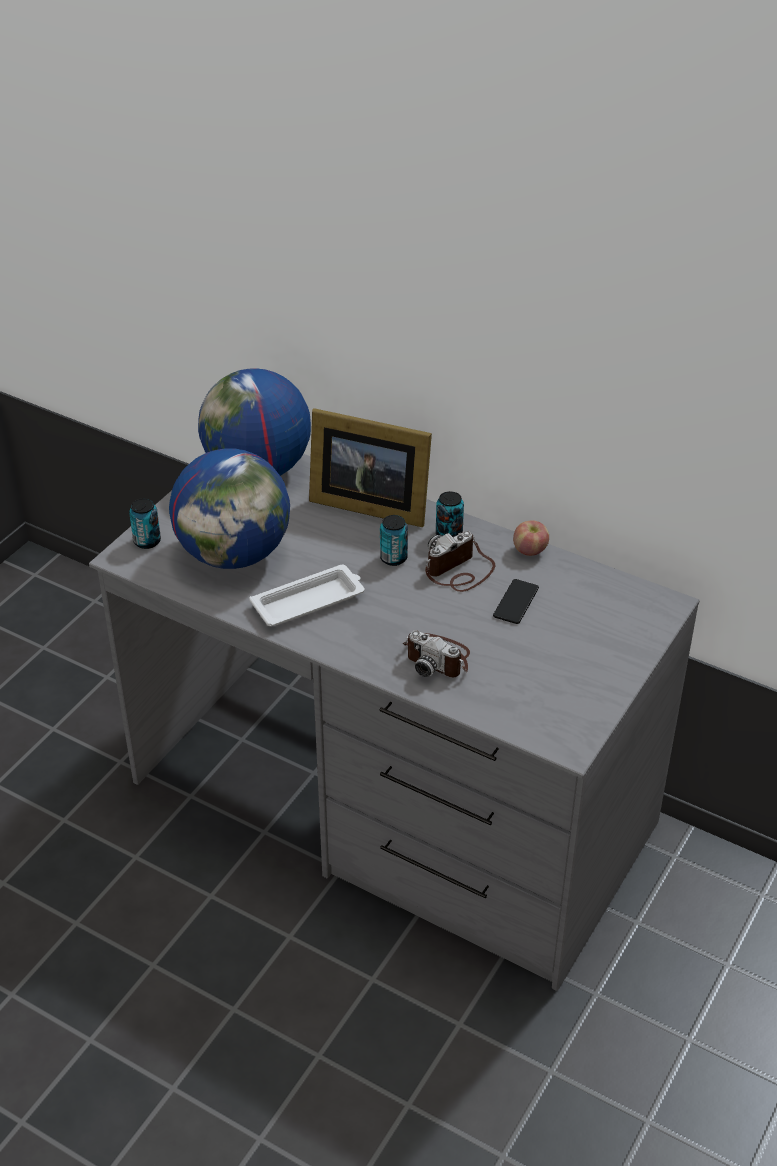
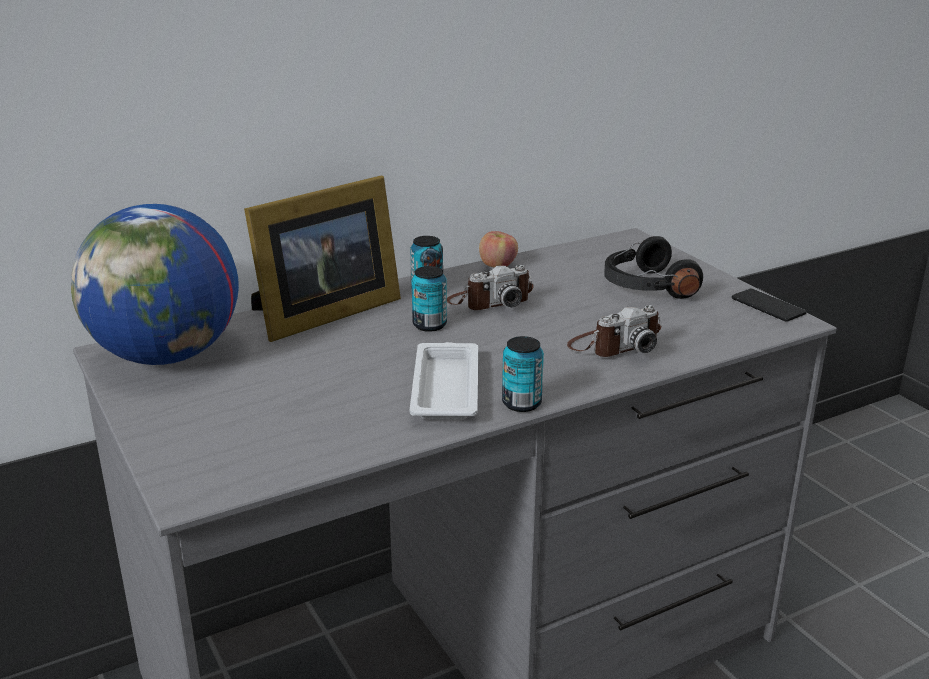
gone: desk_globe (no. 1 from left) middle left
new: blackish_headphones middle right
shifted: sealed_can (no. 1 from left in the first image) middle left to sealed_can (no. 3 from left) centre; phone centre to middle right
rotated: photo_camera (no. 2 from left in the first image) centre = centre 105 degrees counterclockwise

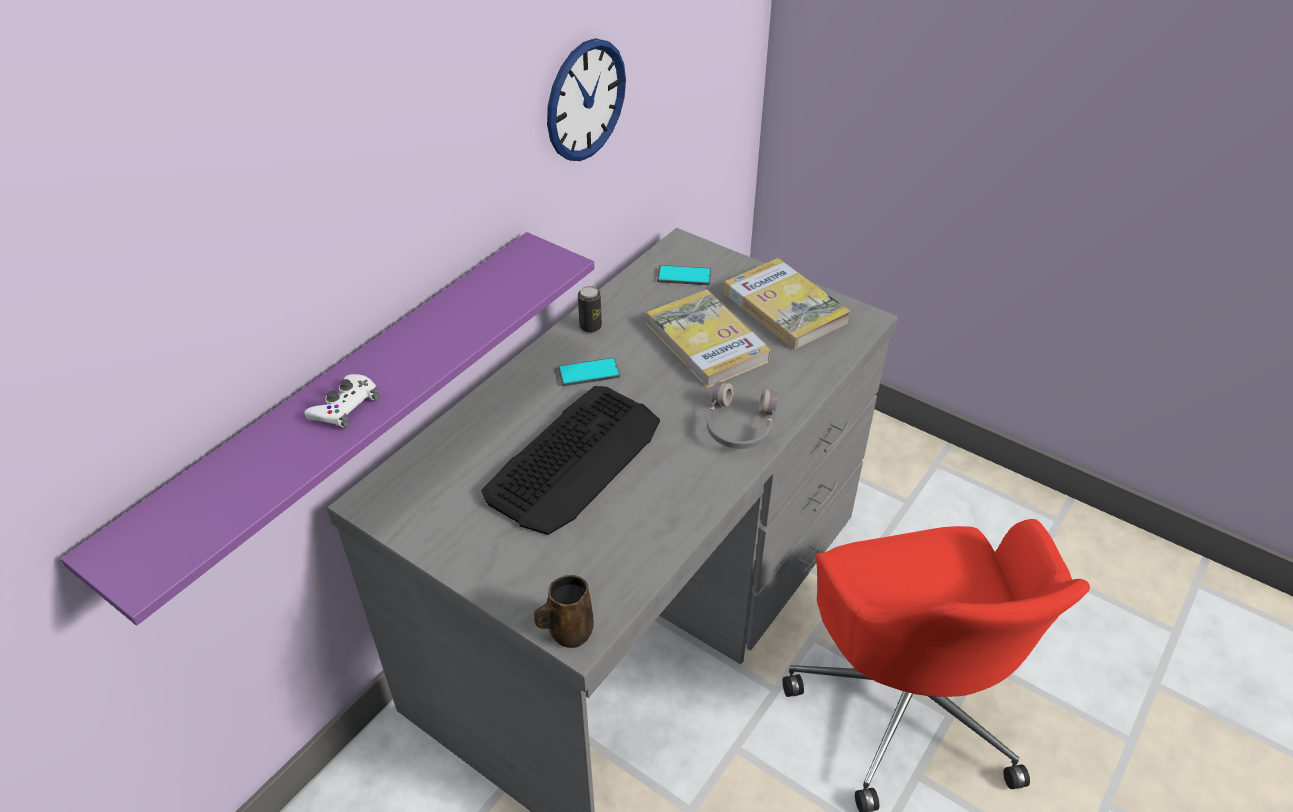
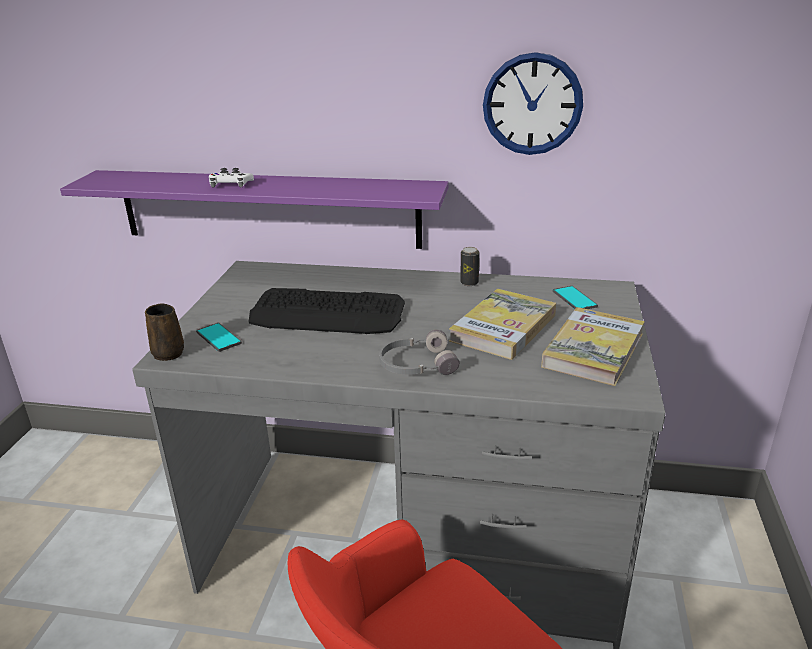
shifted: phone (no. 1 from left) centre to middle left

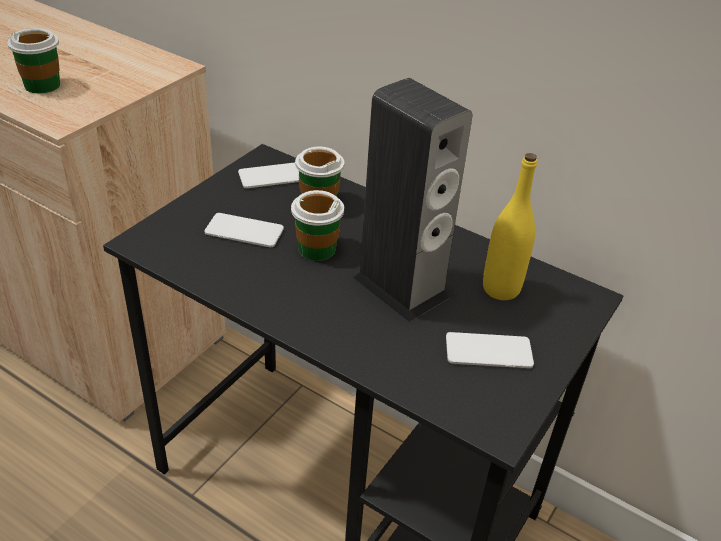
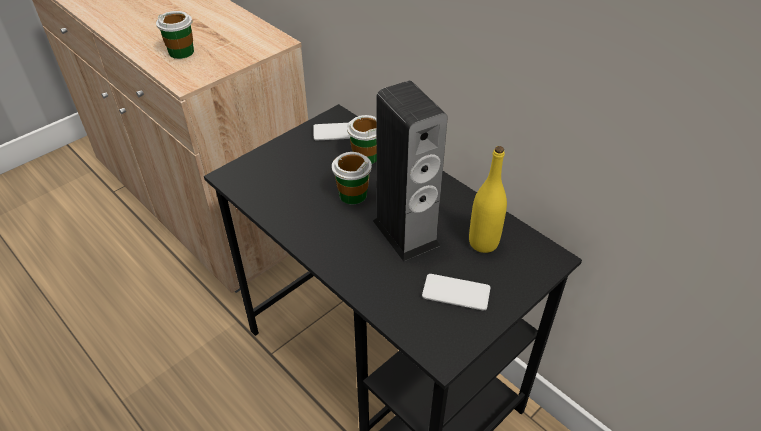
gone: phone (no. 1 from left) centre

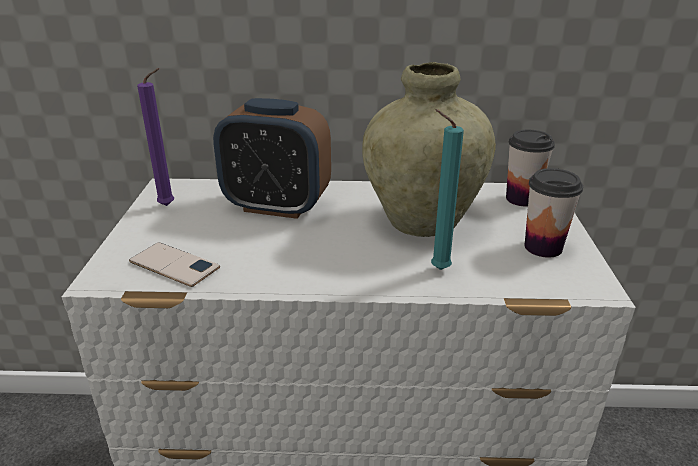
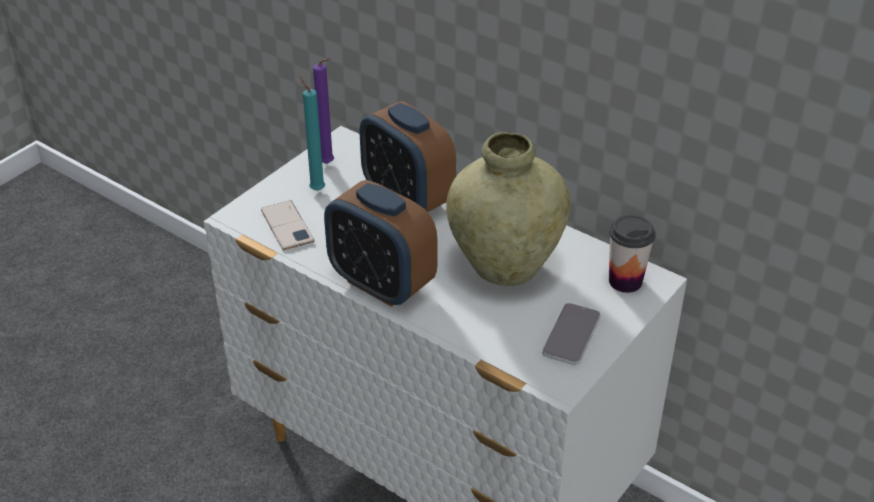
new: table_clock (no. 1 from left) centre
shifted: turquoise-coloured_wax_candle centre to top centre
swapped: drinking_cup (no. 2 from left) middle right to phone (no. 2 from left) centre

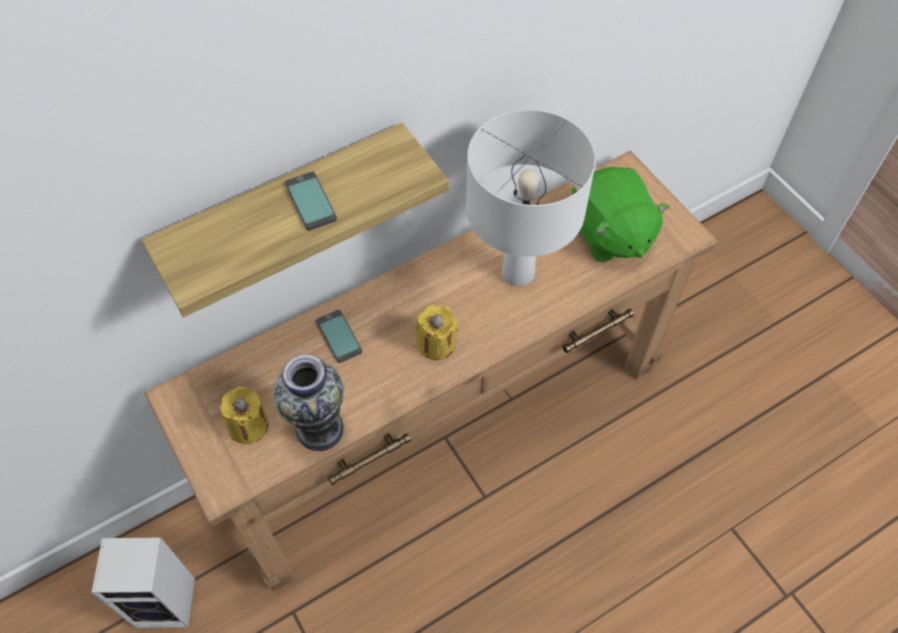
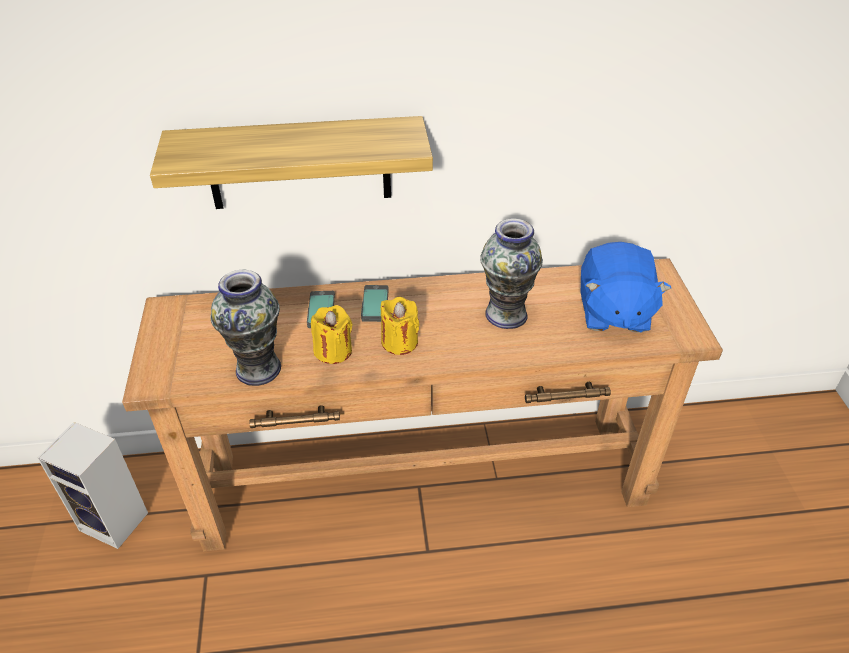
shifted: phone (no. 1 from left in the first image) top centre to phone (no. 2 from left) centre; yellow-coloured_wax_candle (no. 1 from left) middle left to centre
swapped: white_lamp_for_a_table top centre to vase (no. 2 from left) centre
repainted: green-coloured_soft_toy middle right to blue_soft_toy middle right

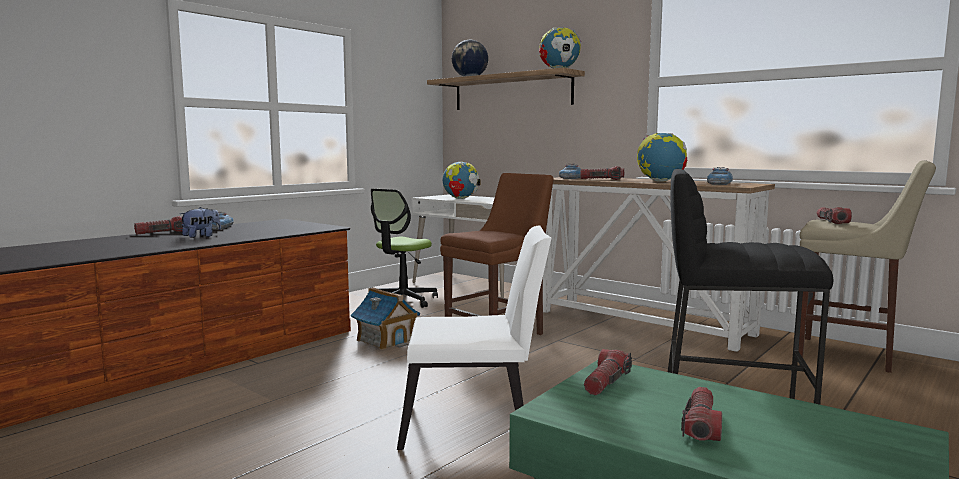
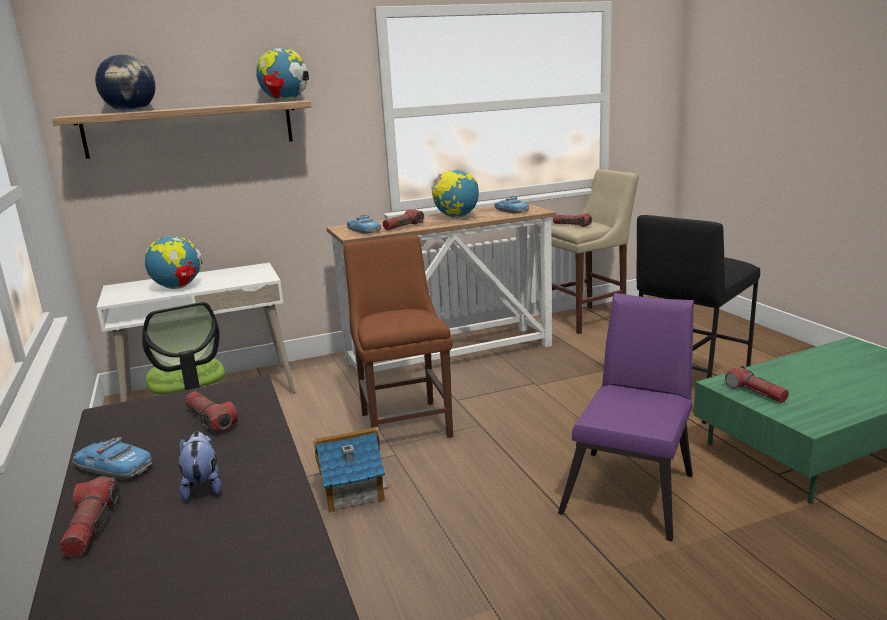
shifted: hand_torch (no. 4 from left in the first image) bottom right to hand_torch (no. 2 from left) middle left
repainted: white_plain_chair bottom centre to purplish_plain_chair bottom right

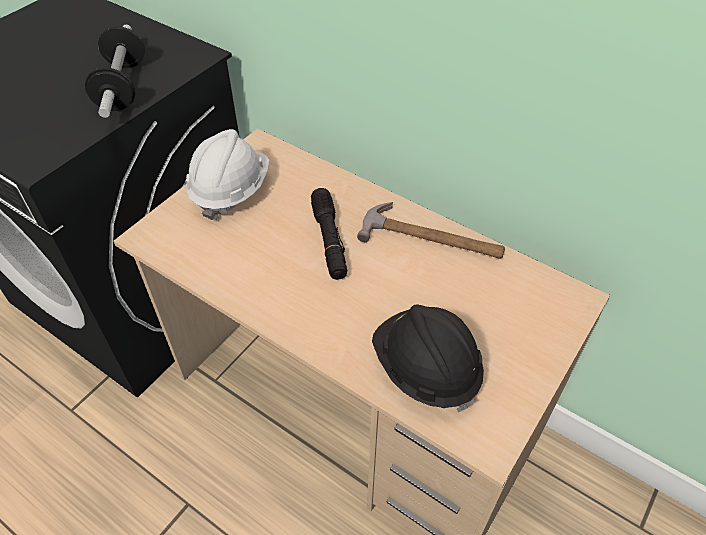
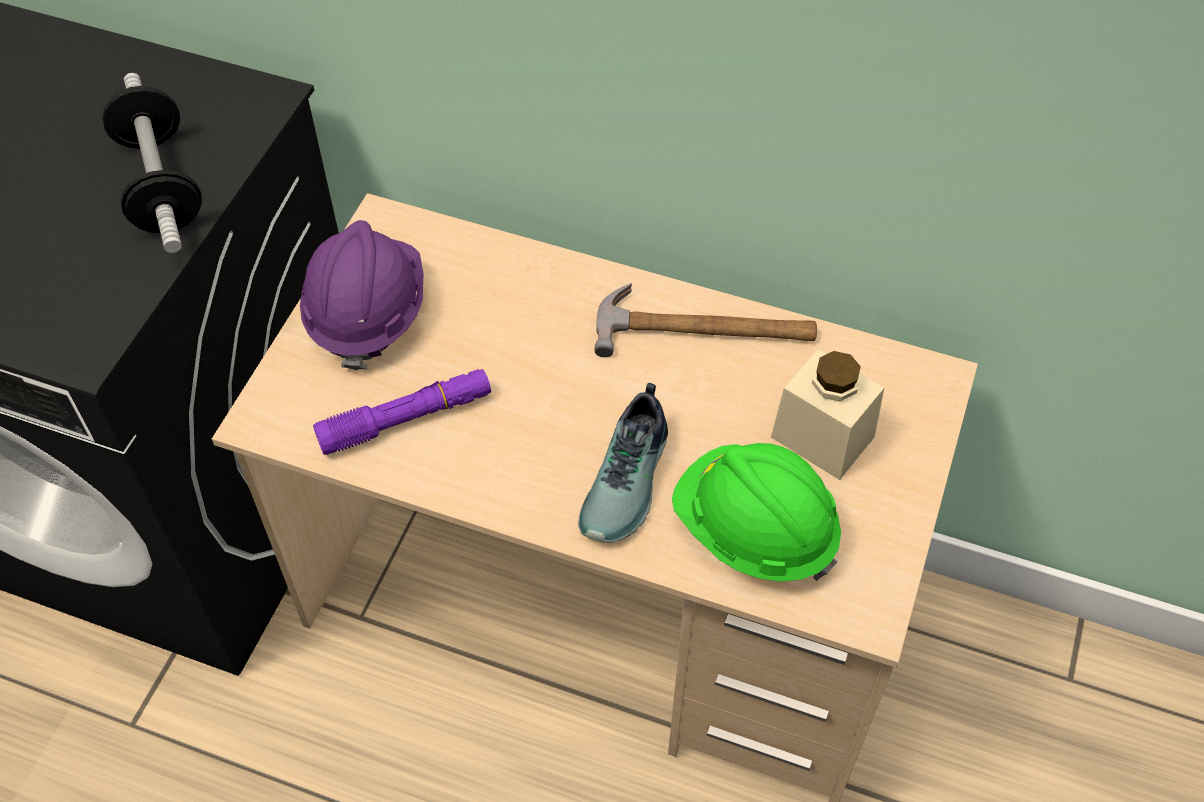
gone: blackish_hand_torch centre
new: beige_preserve_jar middle right; purplish_hand_torch centre; shoe centre
repainted: white_hard_hat top left to purplish_hard_hat middle left; blackish_hard_hat bottom centre to green-coloured_hard_hat centre

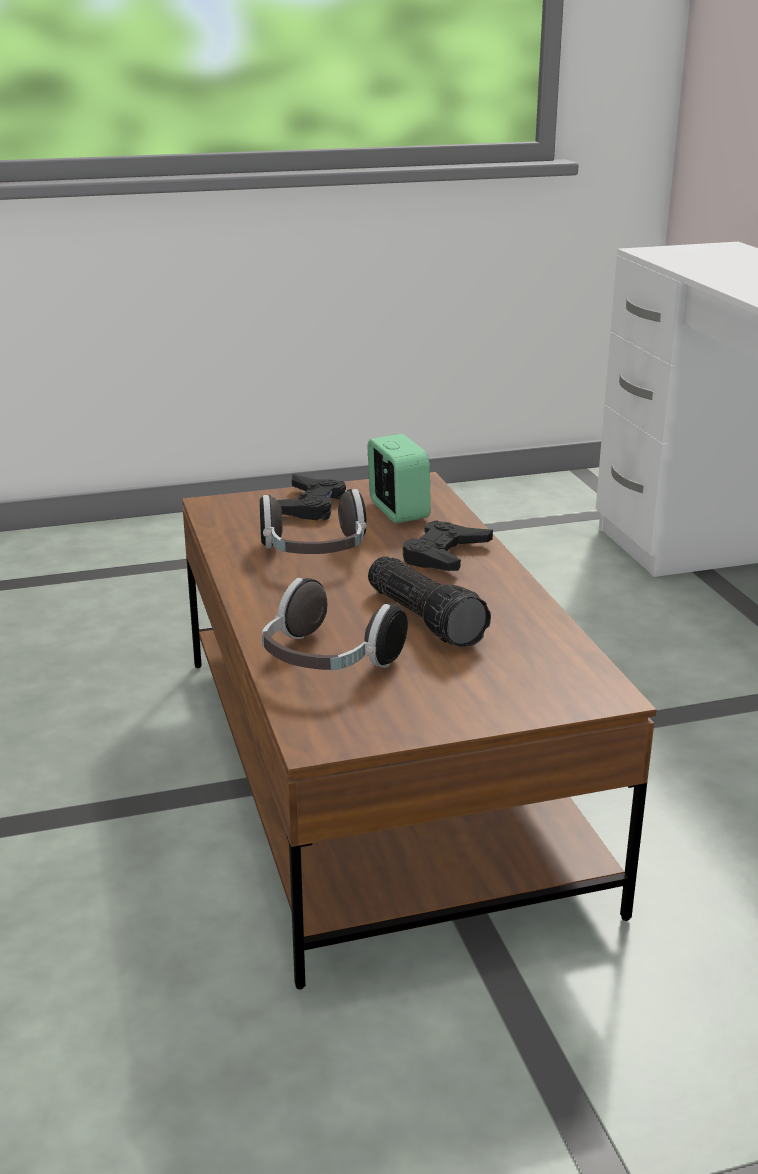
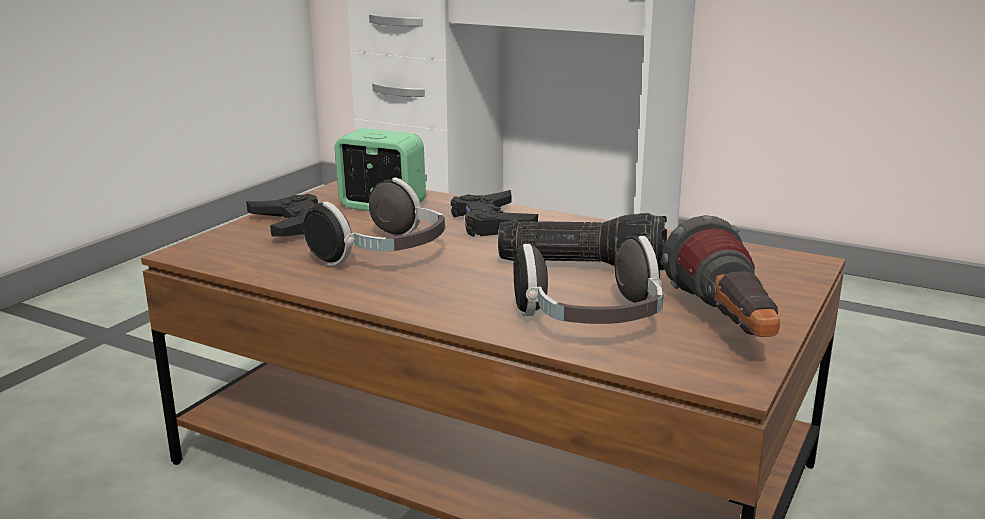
new: hand_torch (no. 2 from left) middle right

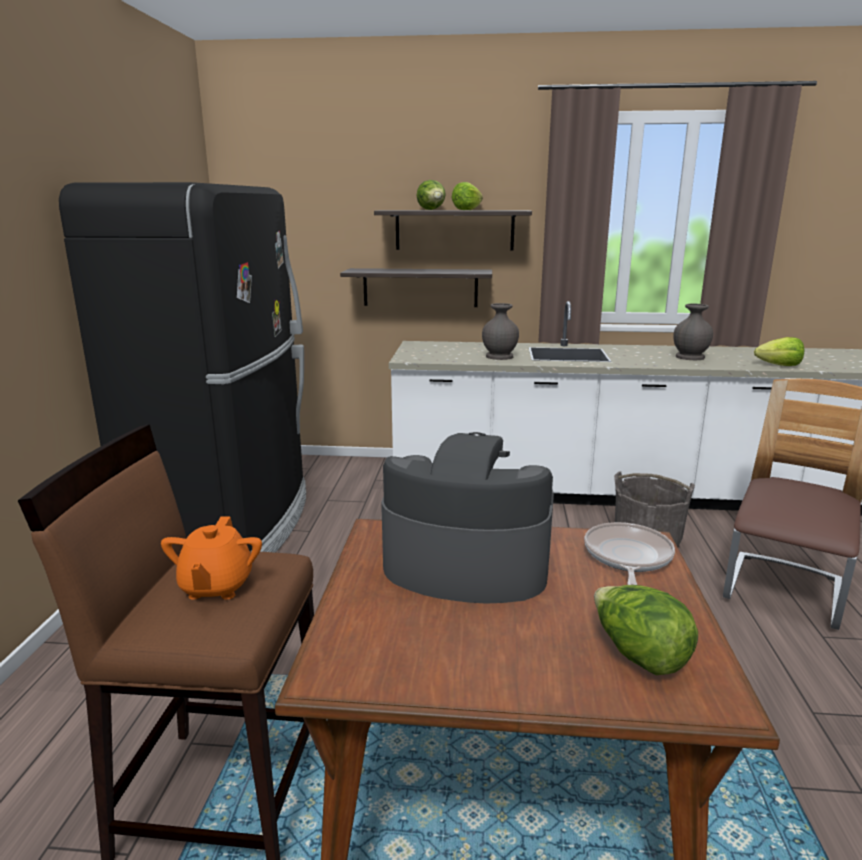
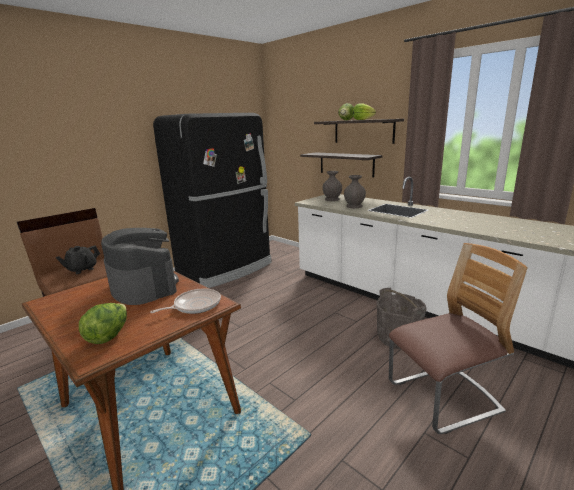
gone: lettuce_head (no. 4 from left) middle right
shifted: greyish_vase (no. 2 from left in the first image) middle right to greyish_vase (no. 1 from left) centre
repainted: orange_tea_pot middle left to blackish_tea_pot middle left

